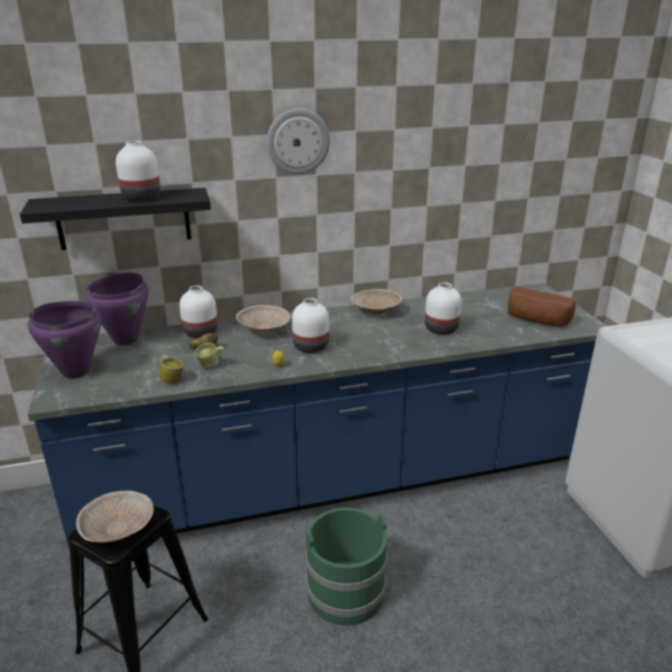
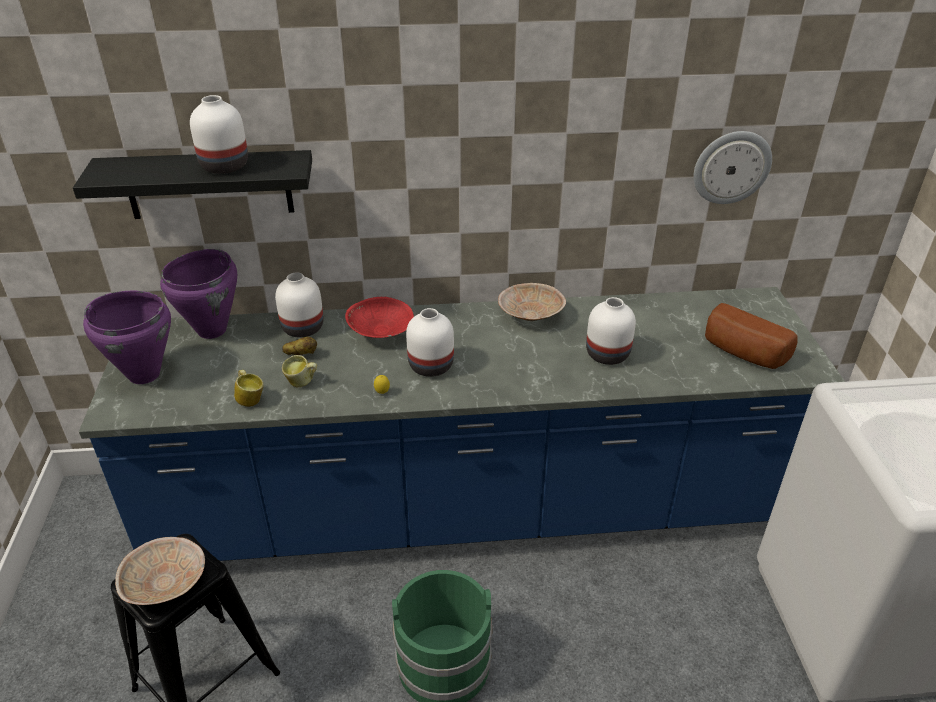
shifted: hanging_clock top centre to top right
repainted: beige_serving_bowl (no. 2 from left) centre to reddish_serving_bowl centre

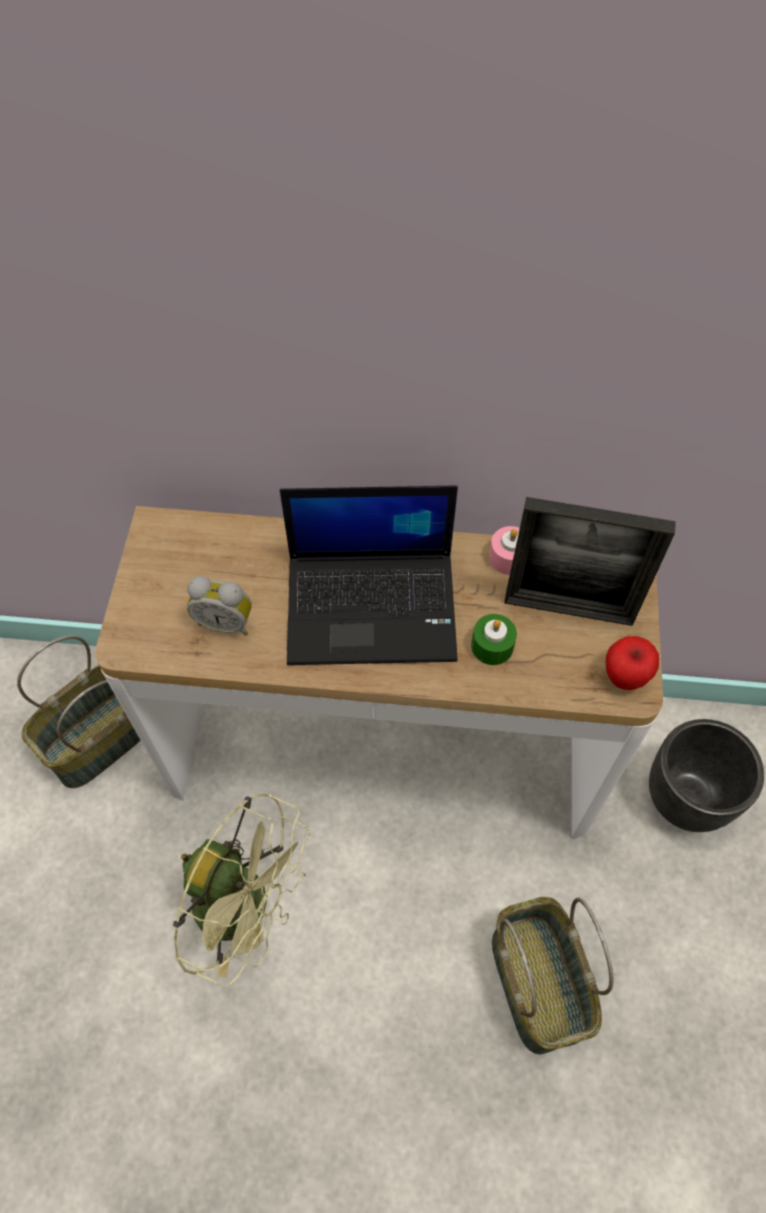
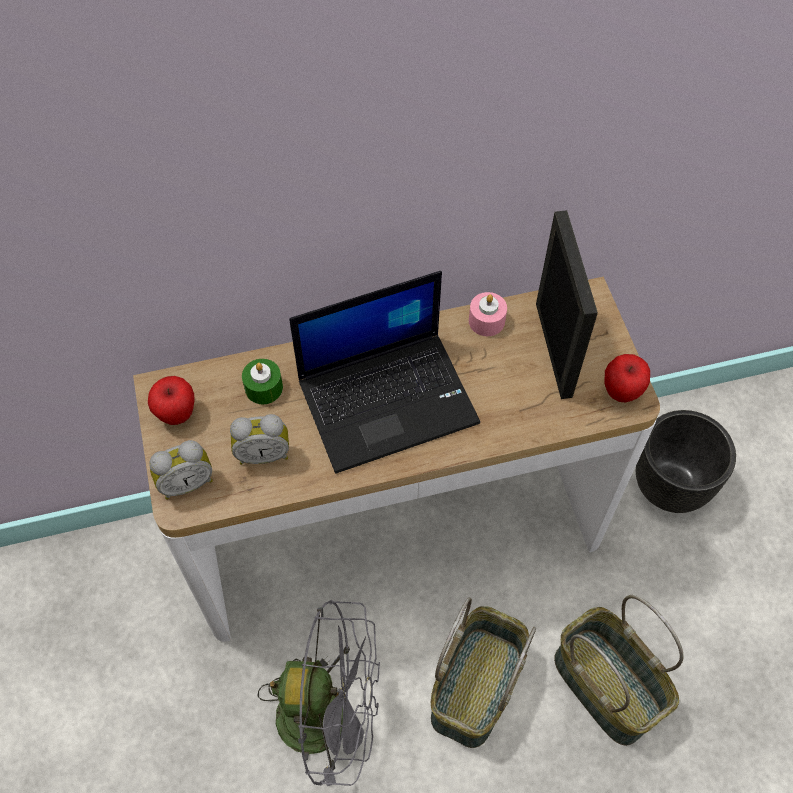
new: apple_fruit (no. 1 from left) middle left; table_clock (no. 1 from left) middle left
shifted: green-coloured_wax_candle centre to middle left; household_basket (no. 1 from left) middle left to bottom centre
repainted: green-coloured_electric_fan bottom left to greyish_electric_fan bottom centre
rotated: photo_frame middle right = middle right 90 degrees counterclockwise

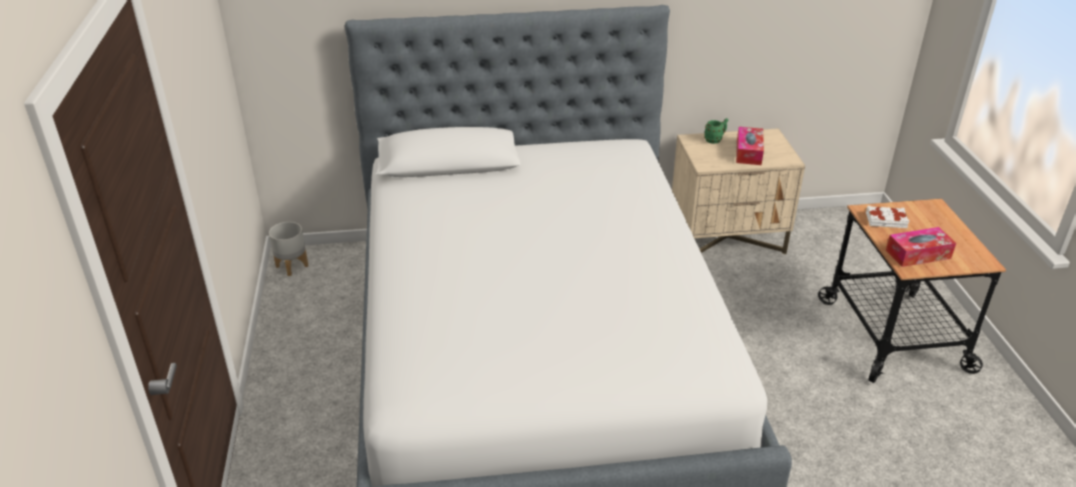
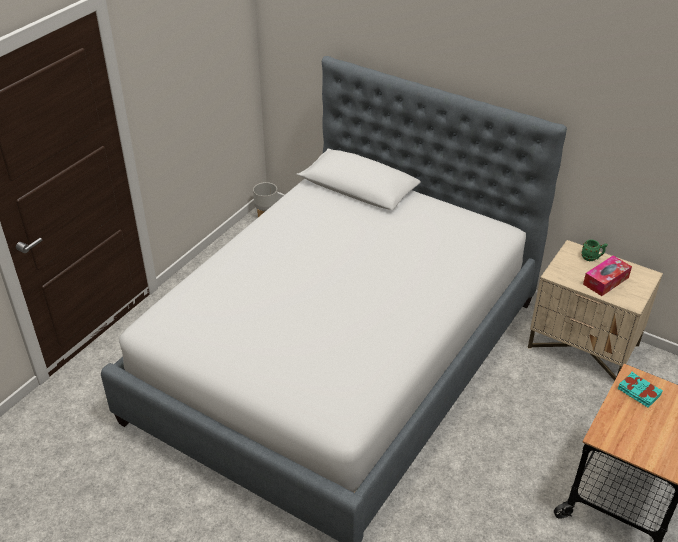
gone: tissue_holder (no. 2 from left) middle right
repainted: white_bound_book middle right to turquoise-coloured_bound_book bottom right

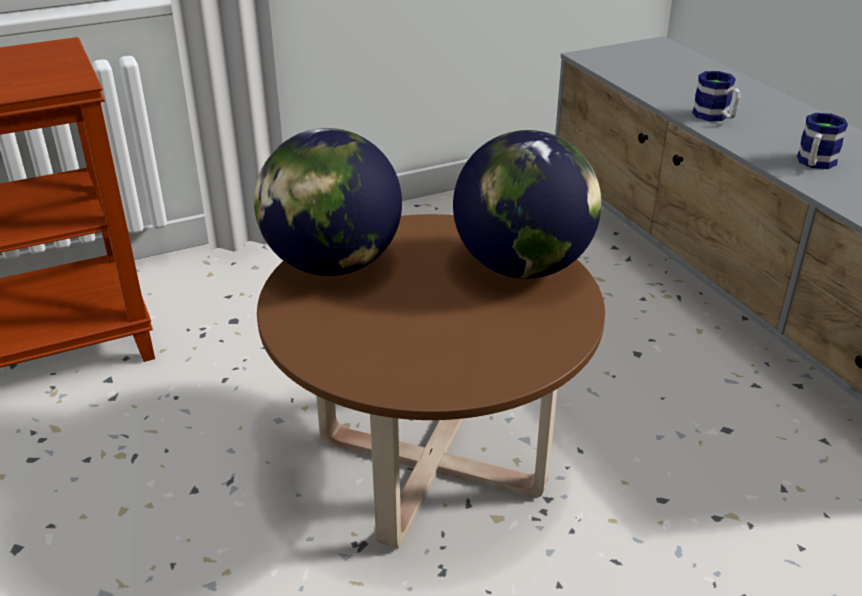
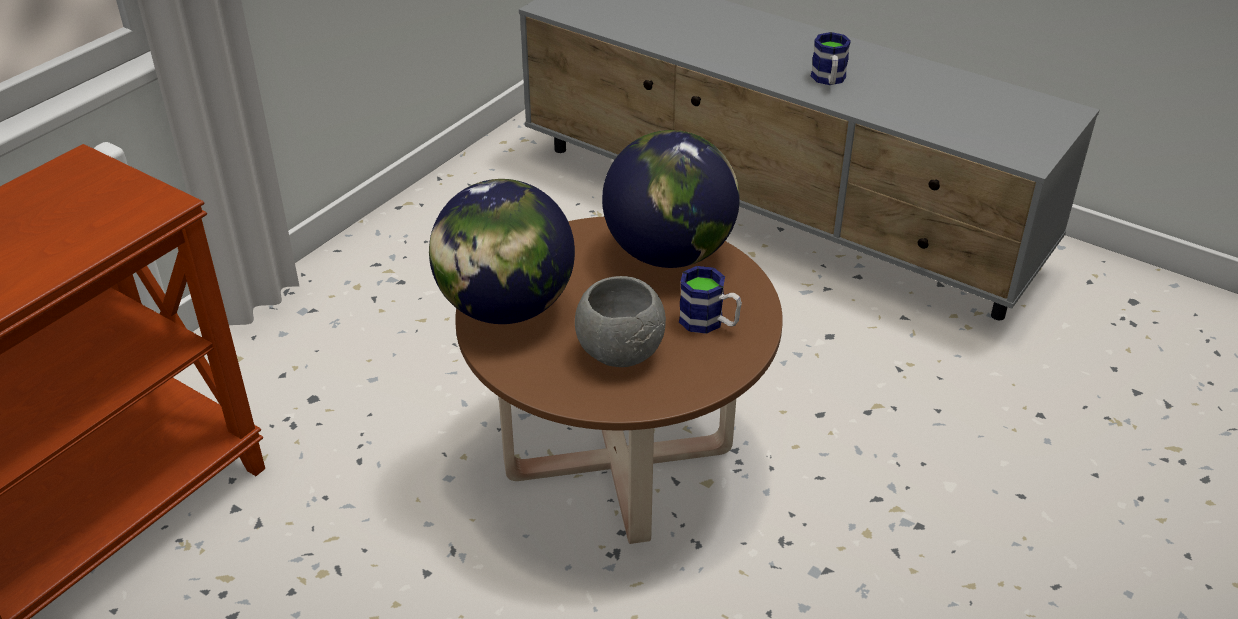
new: greyish_serving_bowl centre
shifted: mug (no. 1 from left) top right to centre

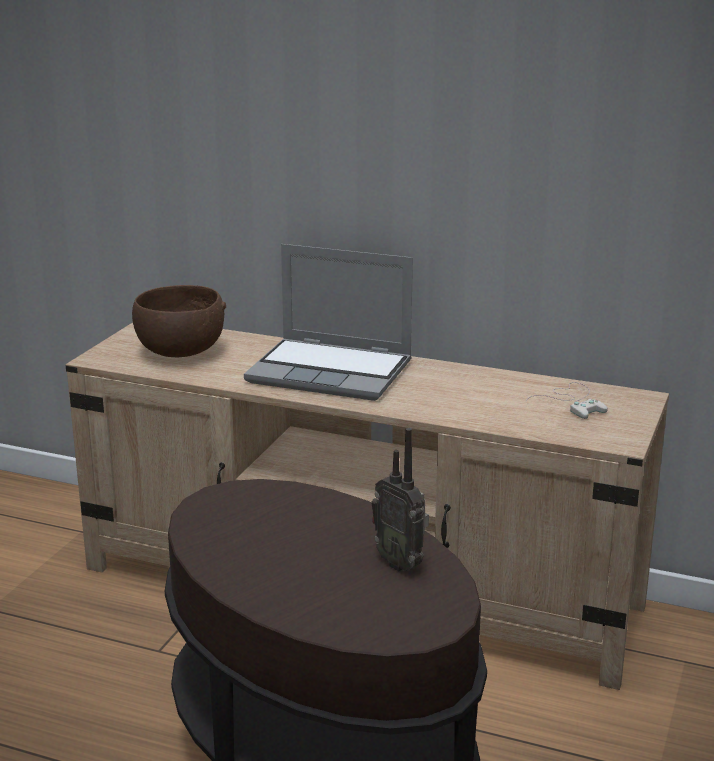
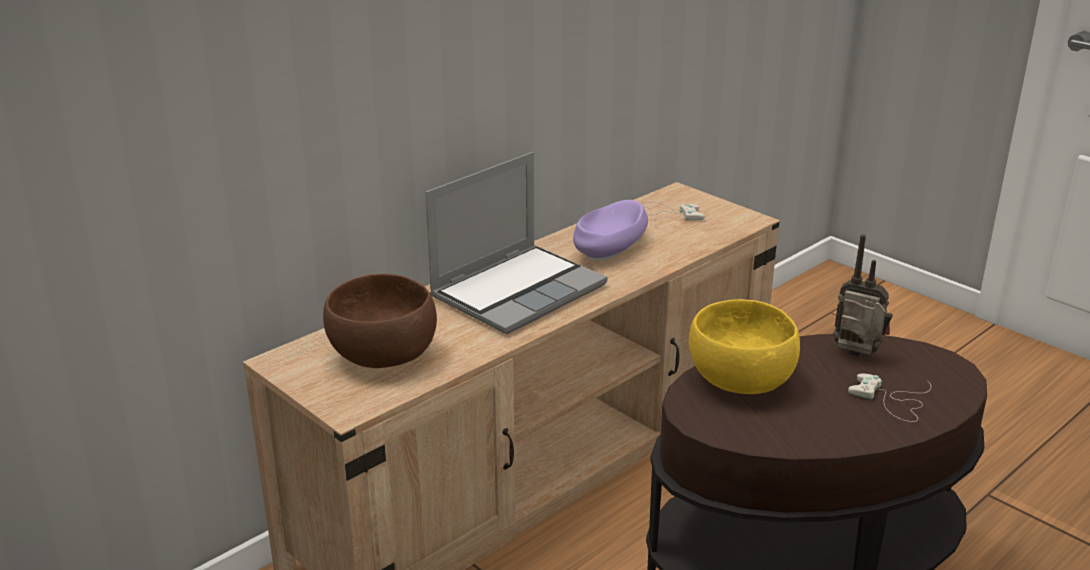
new: purplish_serving_bowl centre; yellow-coloured_serving_bowl middle right; white_game_controller (no. 2 from left) bottom right
rotated: radio_set centre = middle right 135 degrees counterclockwise

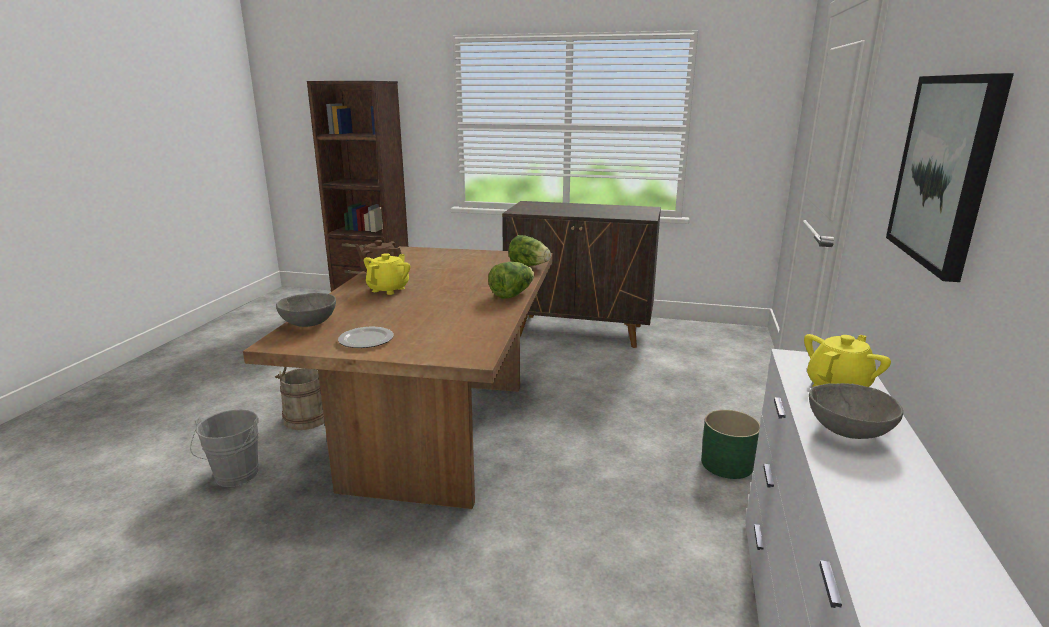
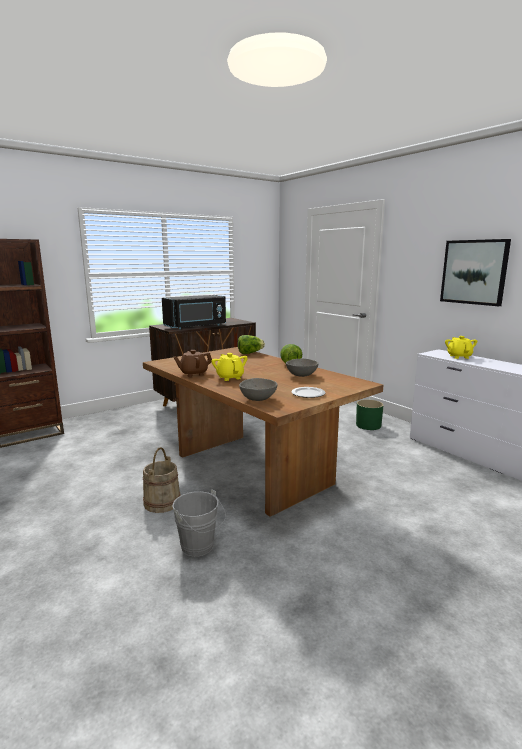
new: blackish_microwave_oven centre
shifted: greyish_serving_bowl (no. 2 from left) middle right to centre

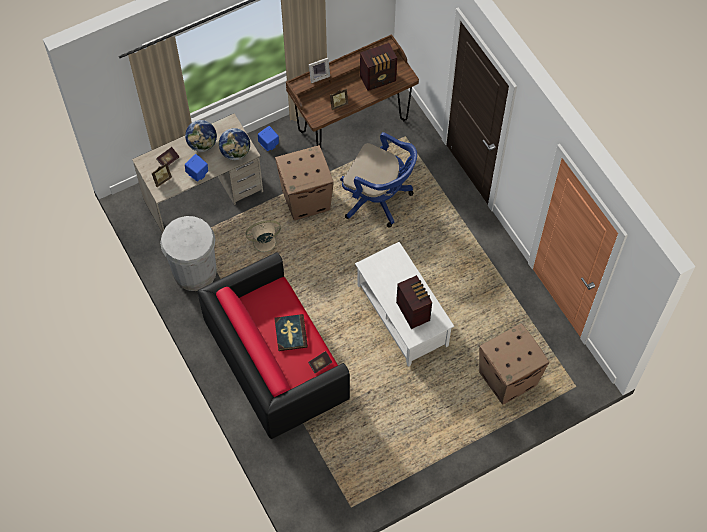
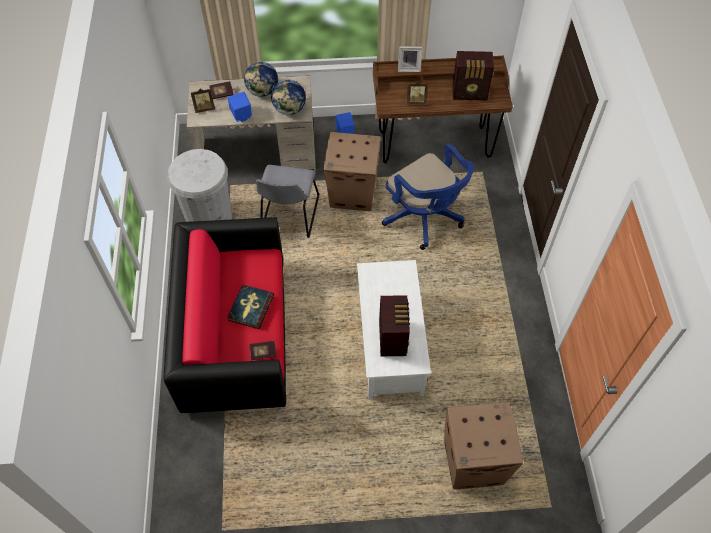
swapped: beige_electric_fan centre to greyish_plain_chair centre

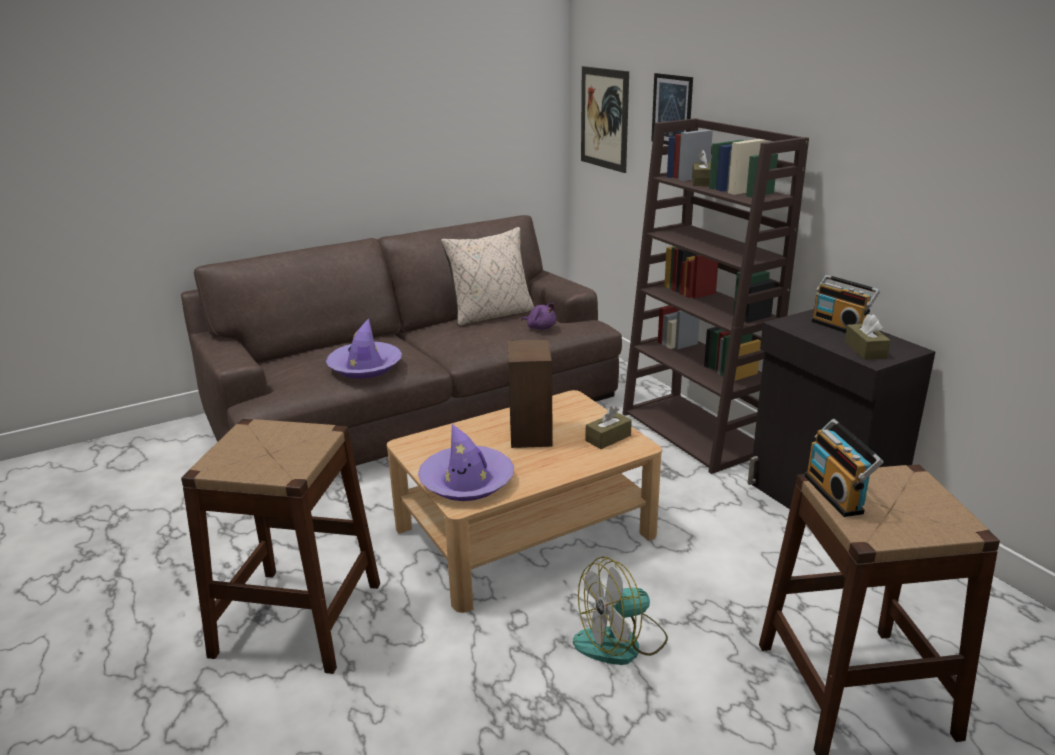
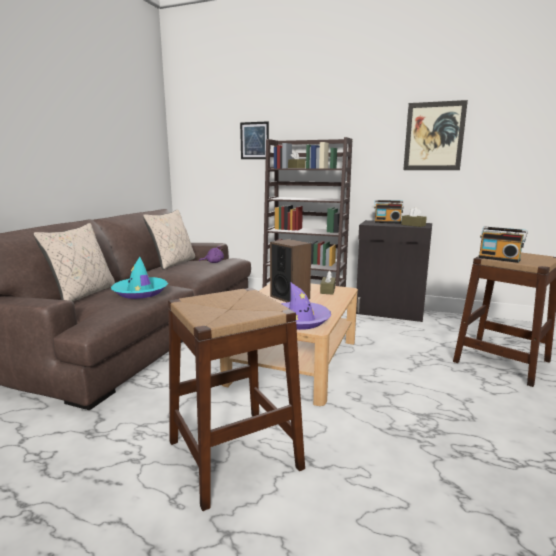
gone: electric_fan bottom centre
new: beige_throw_pillow (no. 1 from left) middle left
shifted: wall_picture (no. 1 from left in the first image) top centre to wall_picture (no. 2 from left) top right
repainted: purplish_hat (no. 1 from left) centre to turquoise-coloured_hat middle left

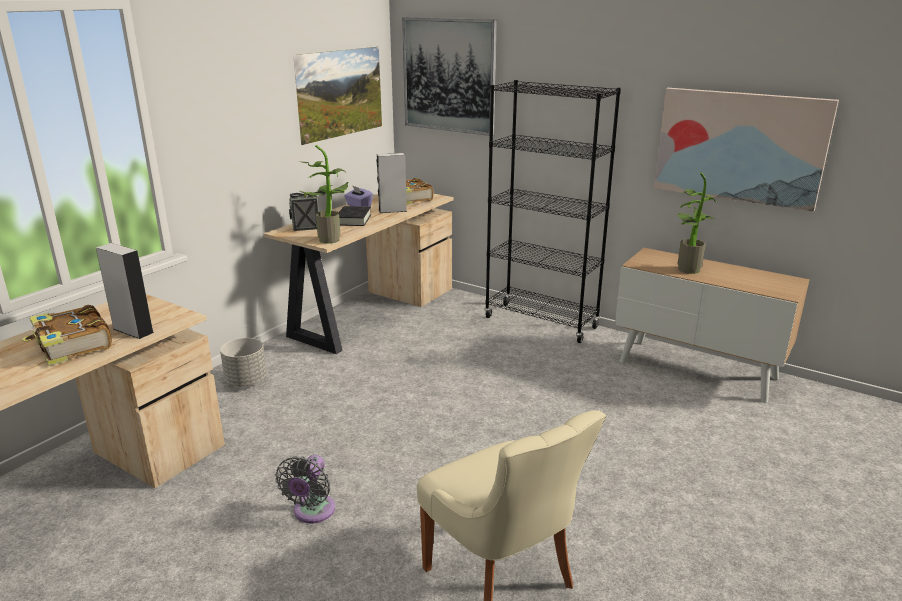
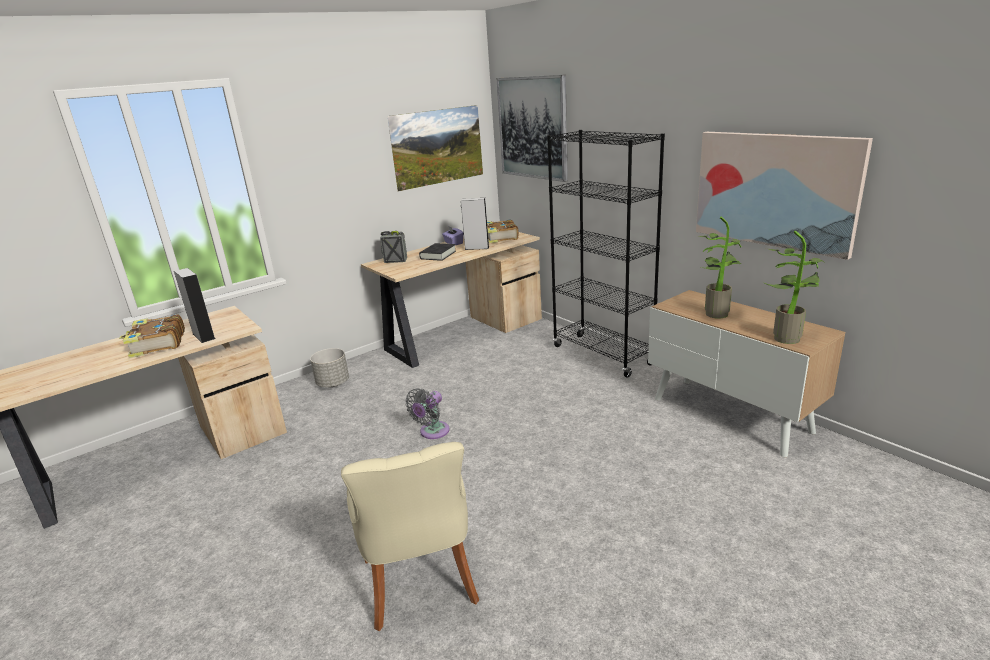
shifted: houseplant (no. 1 from left in the first image) top centre to houseplant (no. 2 from left) middle right; greyish_electric_fan bottom centre to centre

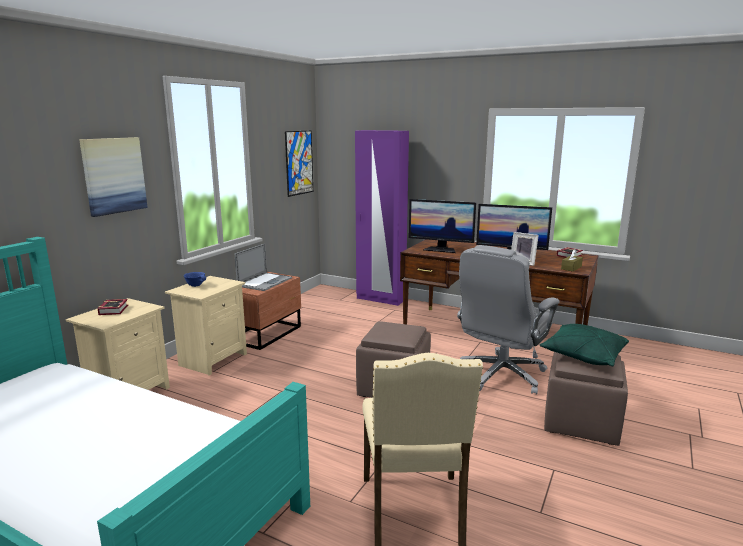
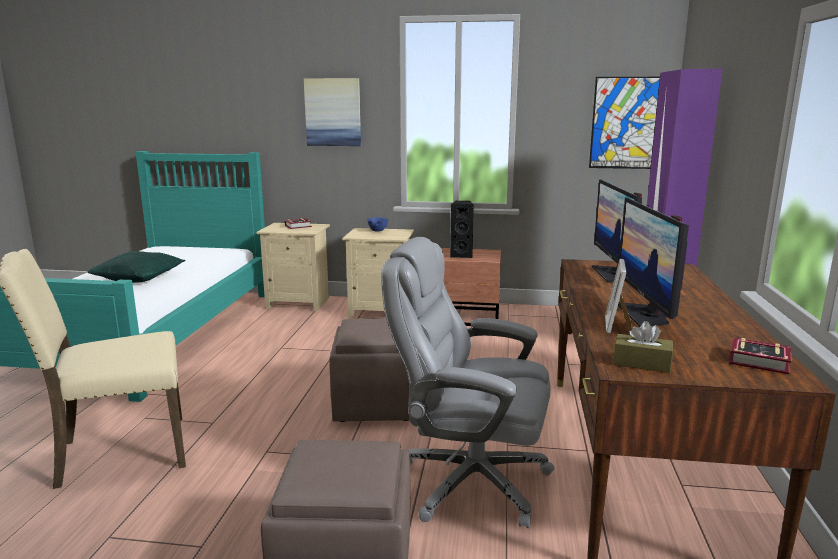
shifted: green-coloured_throw_pillow middle right to middle left
swapped: laptop centre to blackish_loudspeaker centre

